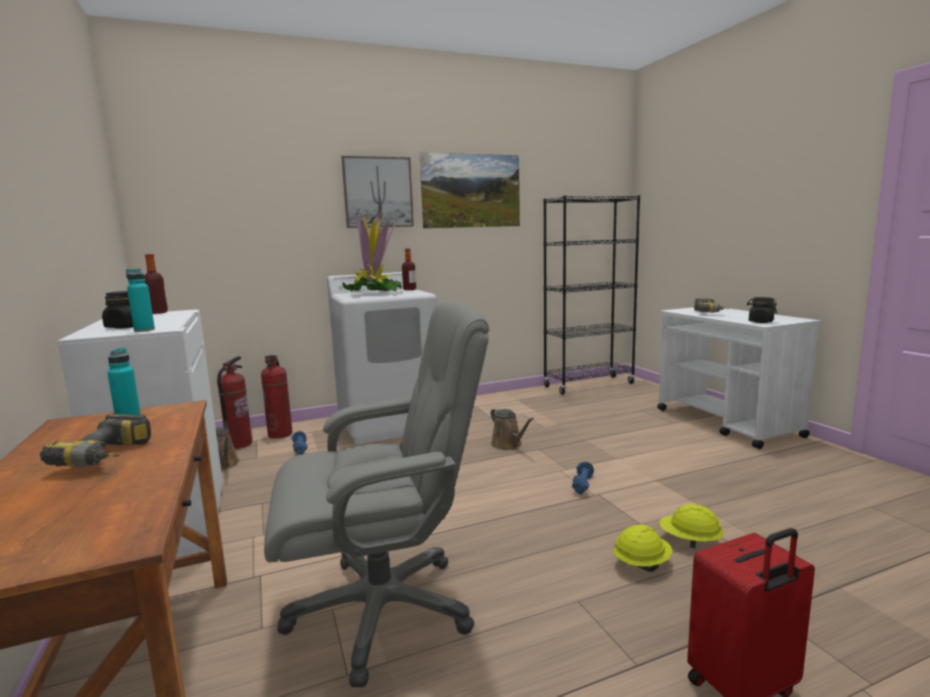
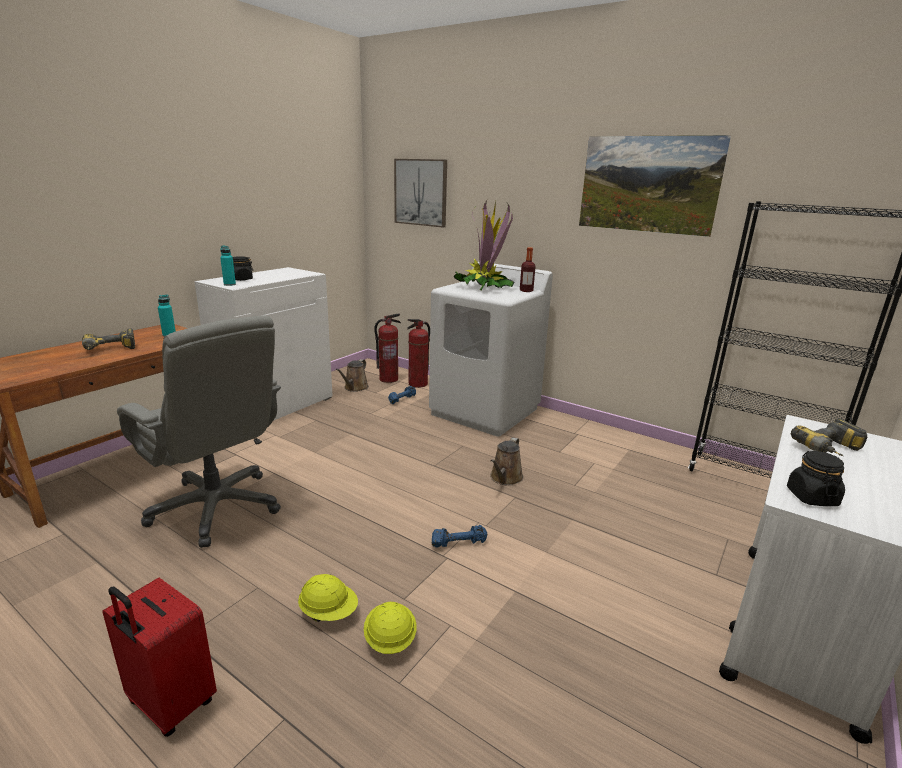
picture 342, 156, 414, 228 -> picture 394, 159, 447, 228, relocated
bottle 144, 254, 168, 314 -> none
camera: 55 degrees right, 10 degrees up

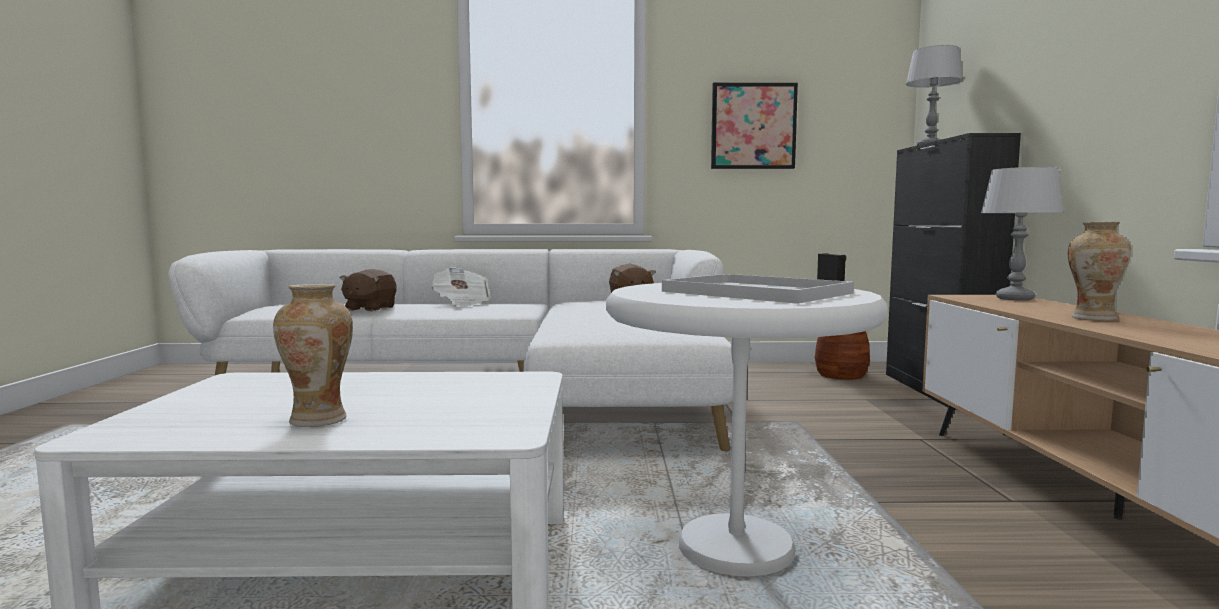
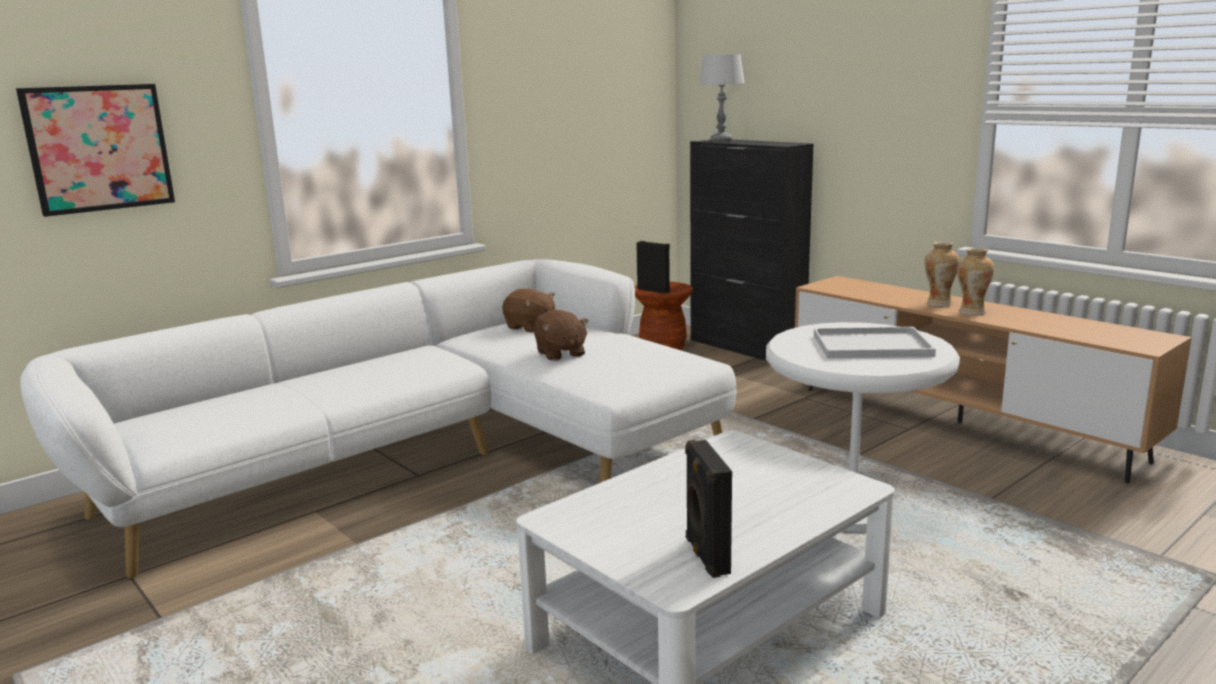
picture 711, 83, 798, 169 -> picture 16, 84, 175, 217, relocated
plush toy (brown) 340, 269, 397, 311 -> plush toy (brown) 534, 310, 589, 361, relocated
none -> speaker (black) 685, 440, 732, 578
vase 273, 284, 353, 427 -> vase 957, 248, 994, 315, relocated
newspaper 432, 267, 490, 307 -> none
table lamp (grey) 981, 167, 1064, 301 -> none
camera: 40 degrees left, 10 degrees up

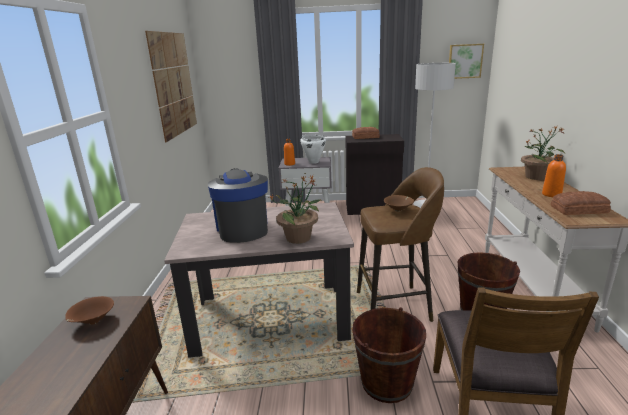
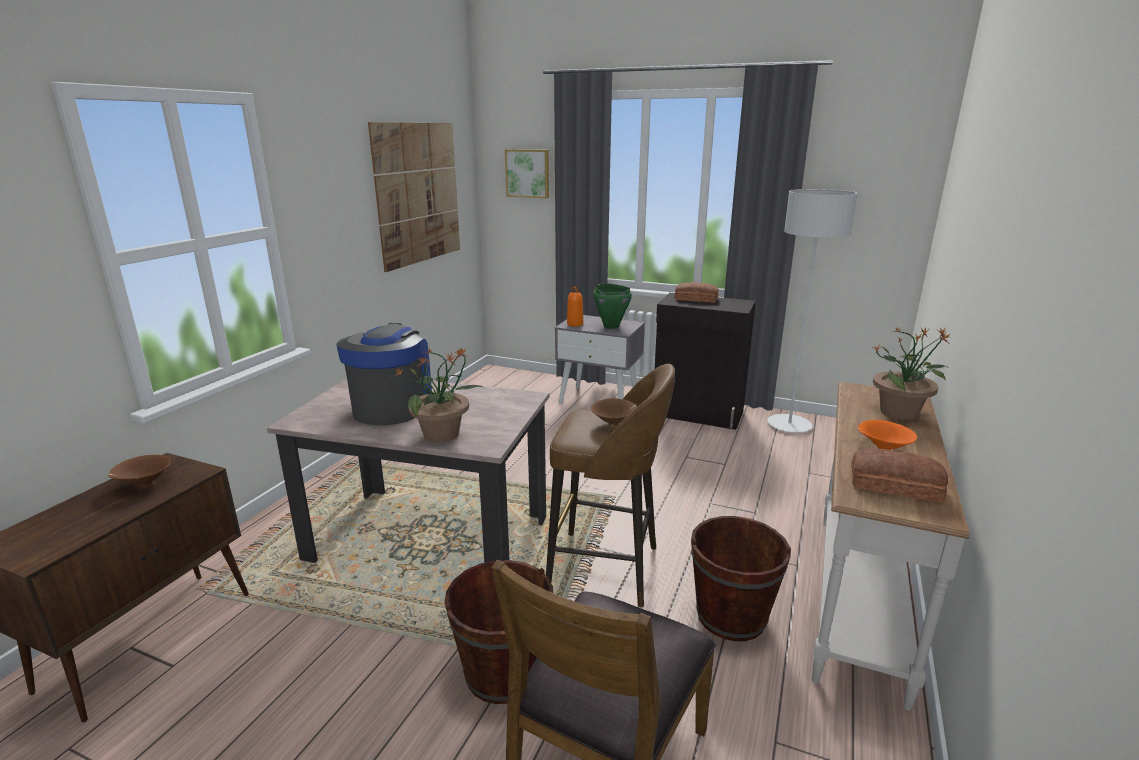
picture 449, 44, 484, 79 -> picture 505, 149, 549, 198, relocated
cooking pot (white) 300, 135, 326, 164 -> cooking pot (green) 593, 283, 632, 329
bottle (orange) 542, 154, 566, 197 -> bowl (orange) 858, 420, 917, 450
camera: 20 degrees right, 0 degrees up

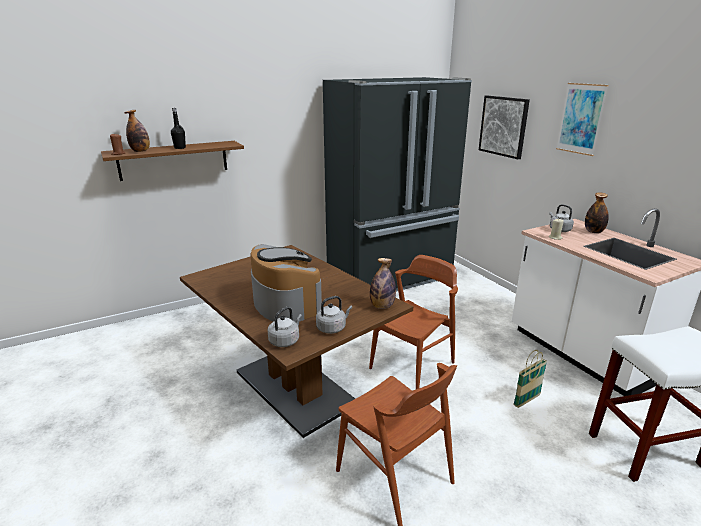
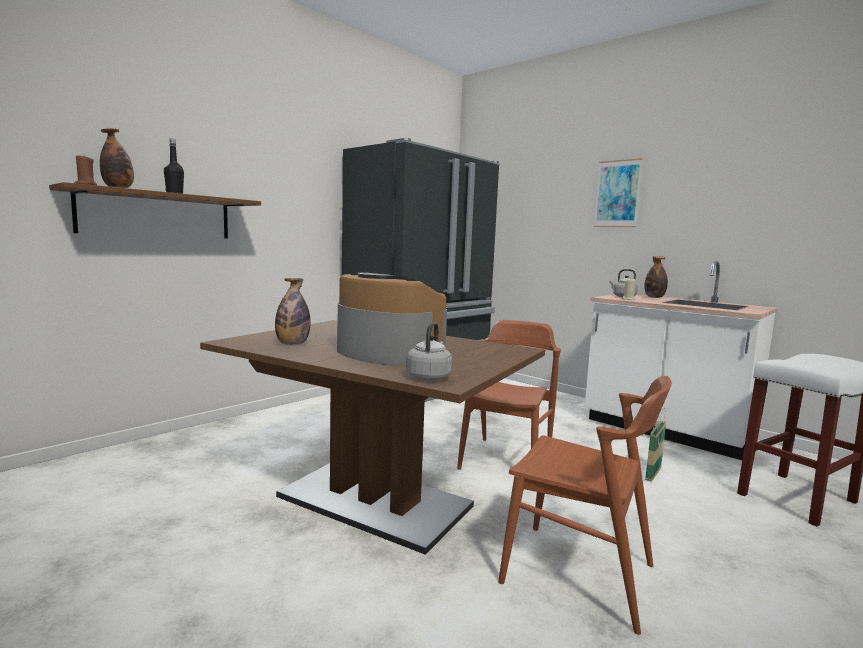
bottle 370, 258, 396, 309 -> bottle 275, 278, 311, 345, relocated
kettle (grey) 316, 296, 352, 334 -> none
picture 479, 95, 530, 159 -> none
camera: 20 degrees left, 15 degrees down

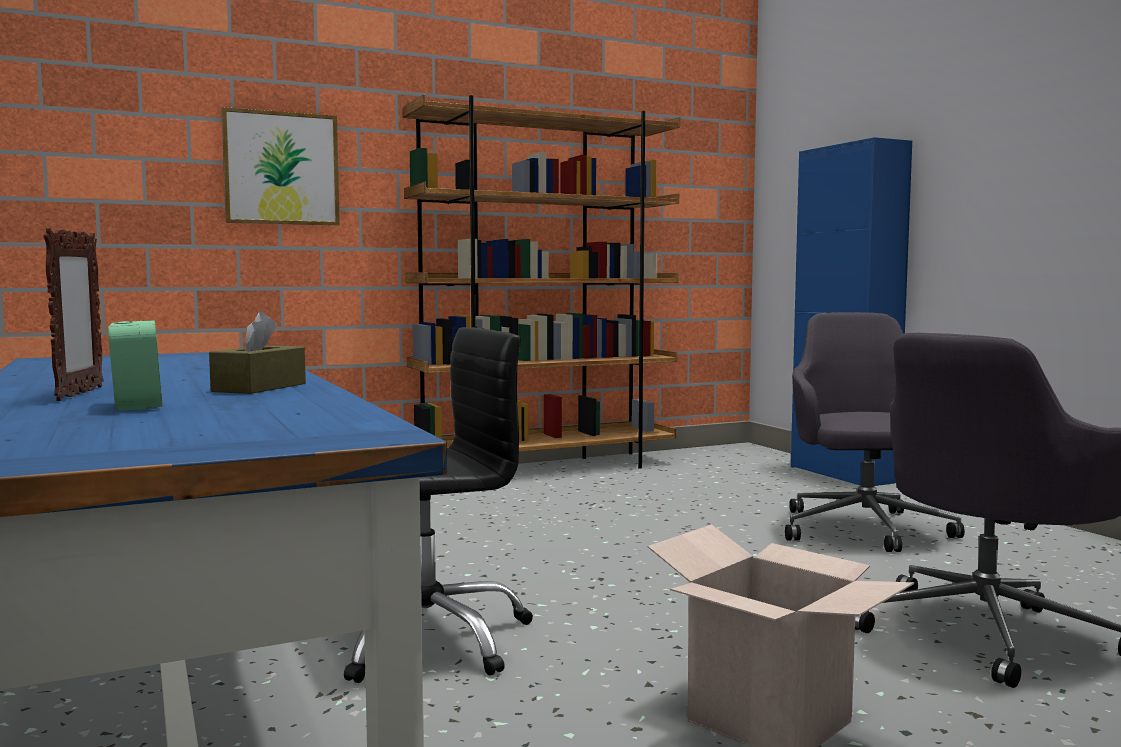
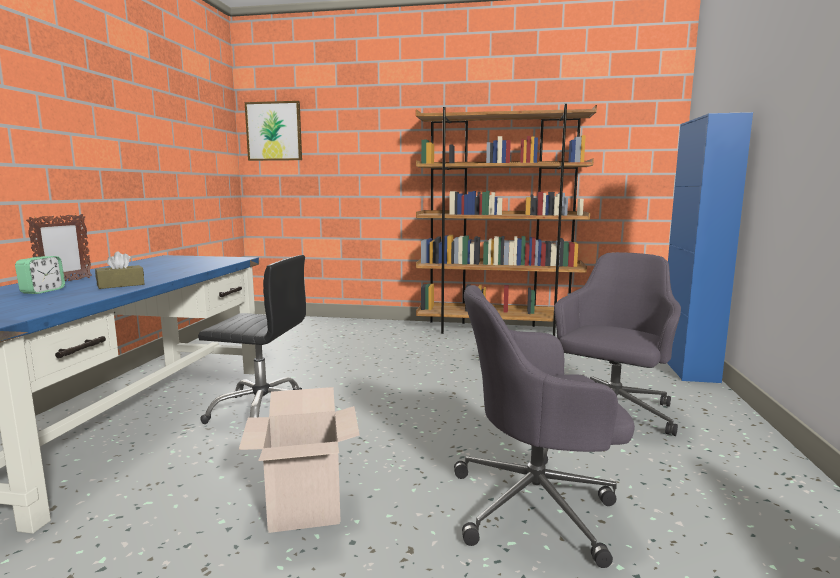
picture 221, 107, 340, 225 -> picture 245, 101, 302, 161, relocated
camera: 35 degrees right, 5 degrees up

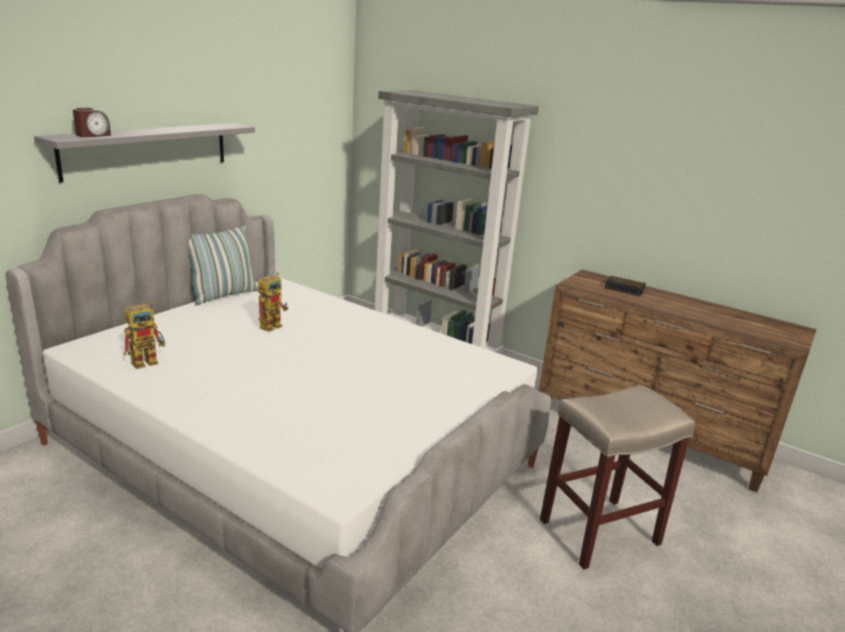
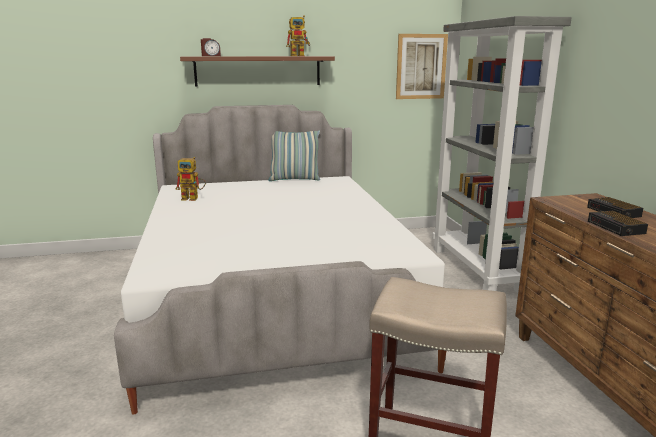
shelf (grey) 34, 123, 255, 183 -> shelf (brown) 180, 56, 335, 87
toy robot 258, 272, 288, 332 -> toy robot 286, 15, 310, 56, relocated
none -> picture 396, 34, 448, 99
none -> alarm clock 588, 211, 648, 236
camera: 45 degrees right, 5 degrees down

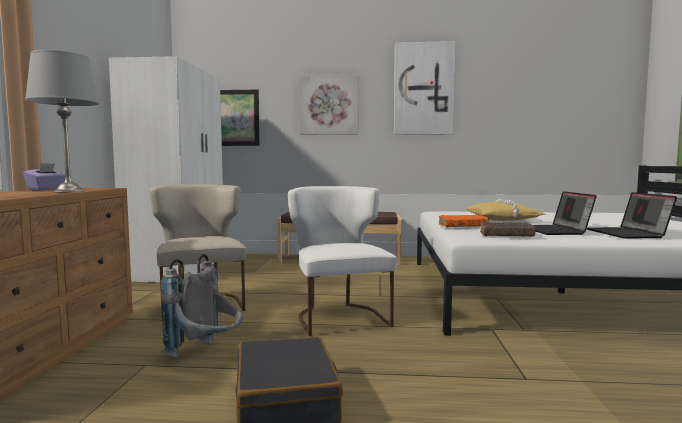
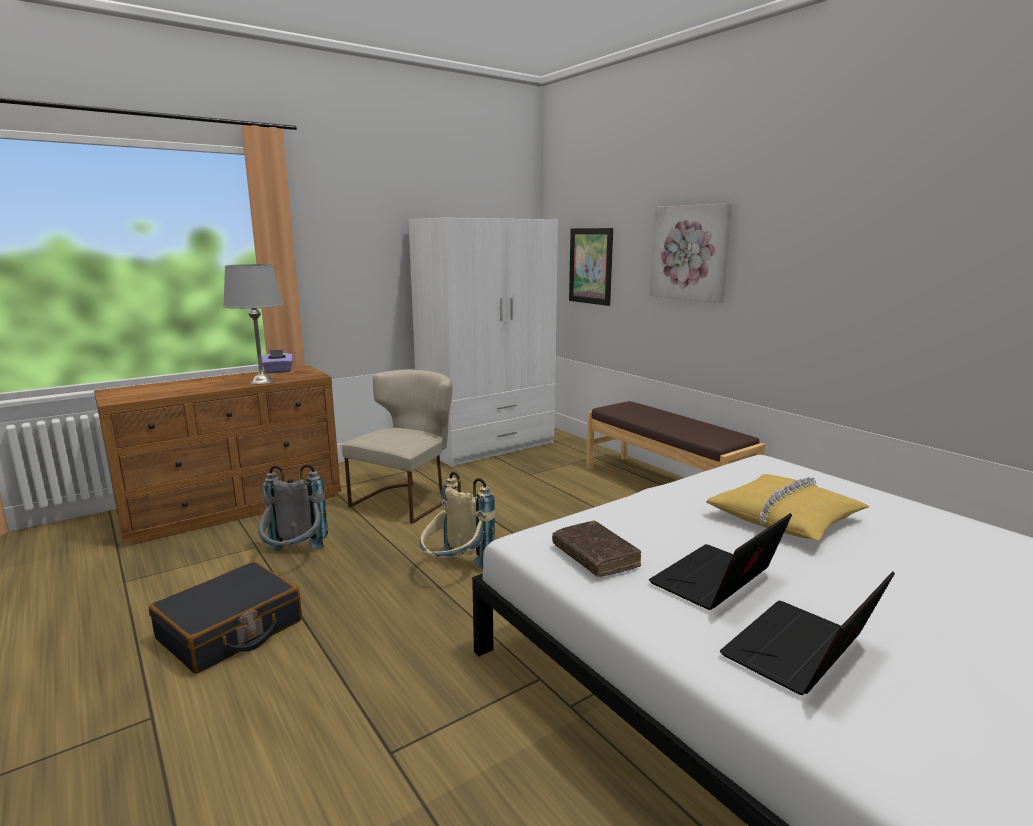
chair (white) 288, 186, 397, 336 -> backpack (beige) 420, 472, 495, 569
picture 394, 41, 456, 135 -> none
book (orange) 439, 215, 489, 227 -> none
camera: 50 degrees right, 10 degrees up

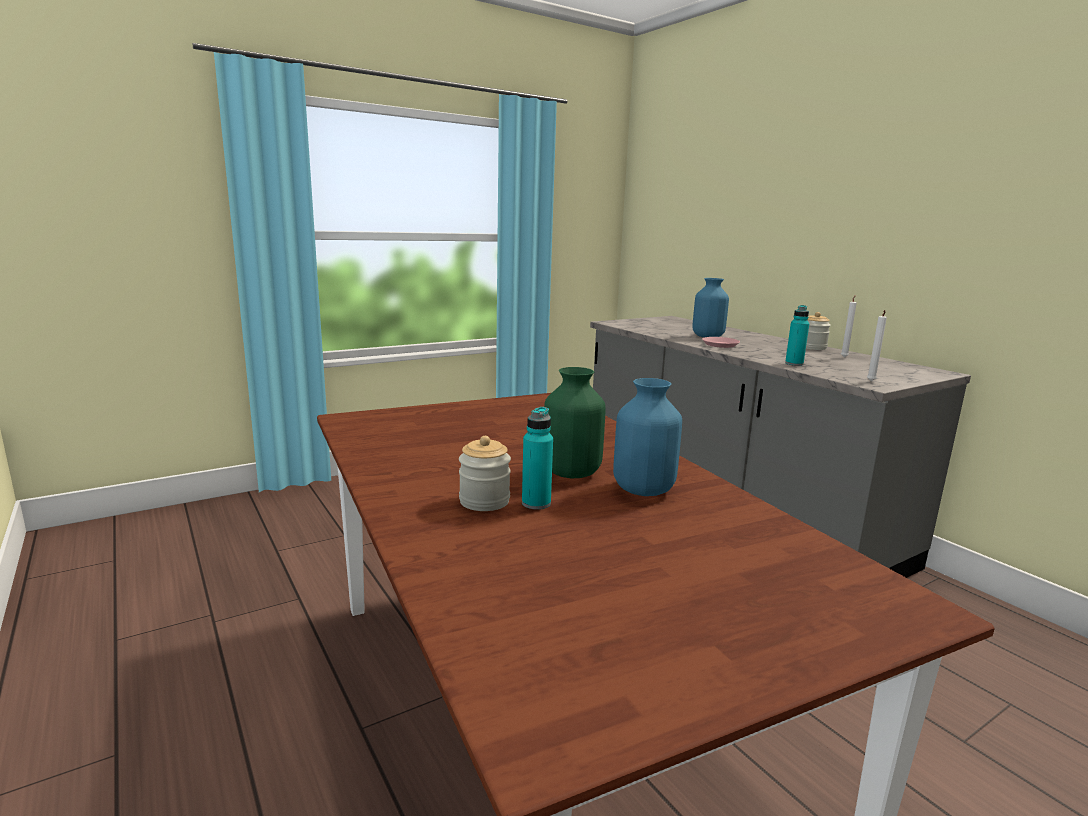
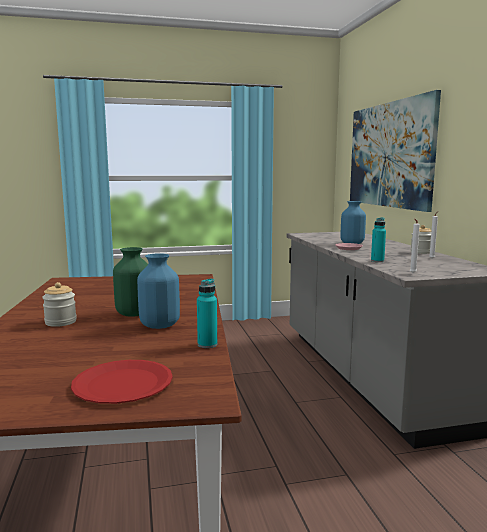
none -> plate (red) 71, 360, 173, 404
bottle (turquoise) 522, 407, 553, 510 -> bottle (turquoise) 197, 279, 217, 348, relocated
none -> picture 350, 90, 441, 212
camera: 20 degrees right, 5 degrees down

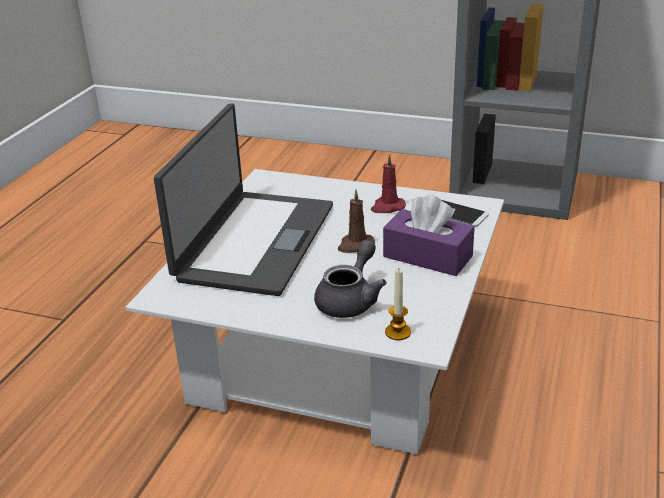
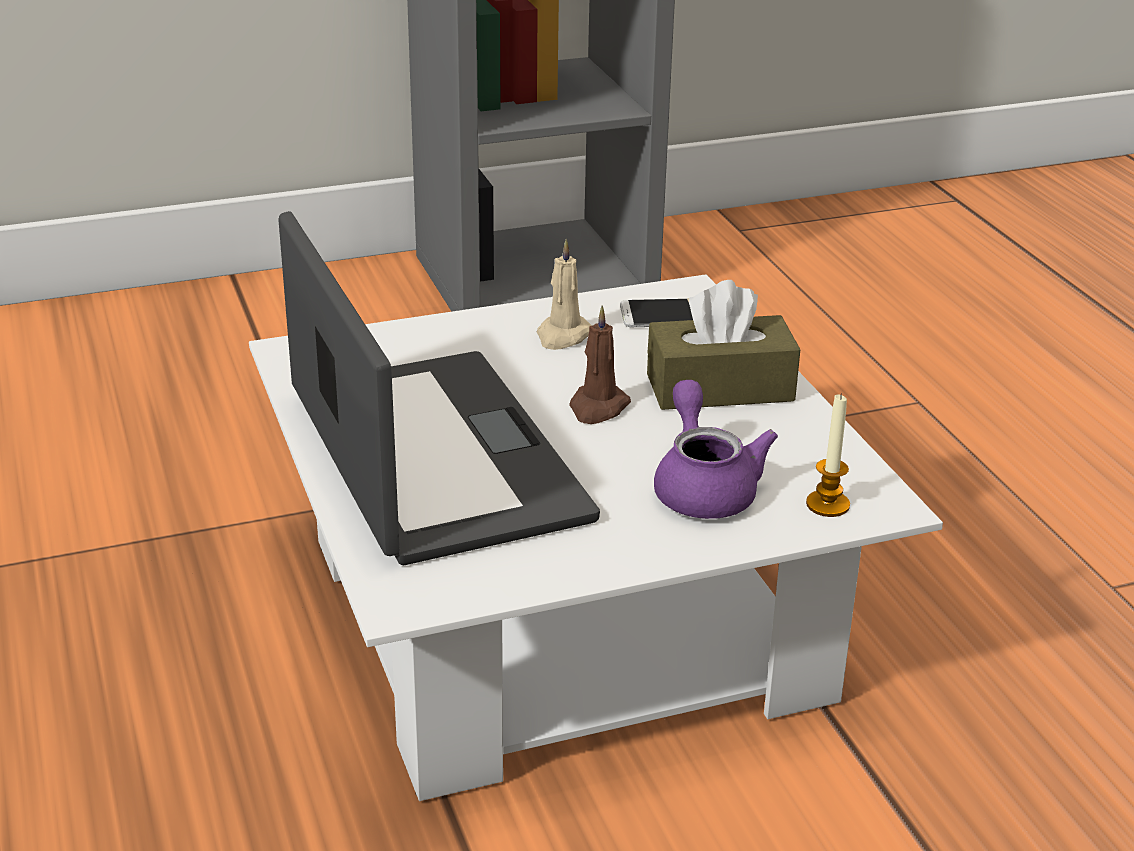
candle (red) 371, 154, 406, 213 -> candle (beige) 537, 239, 592, 350
tissue box (purple) 383, 194, 475, 276 -> tissue box (brown) 647, 280, 800, 410
teapot (grey) 314, 240, 387, 318 -> teapot (purple) 654, 380, 778, 519
camera: 40 degrees left, 0 degrees up

